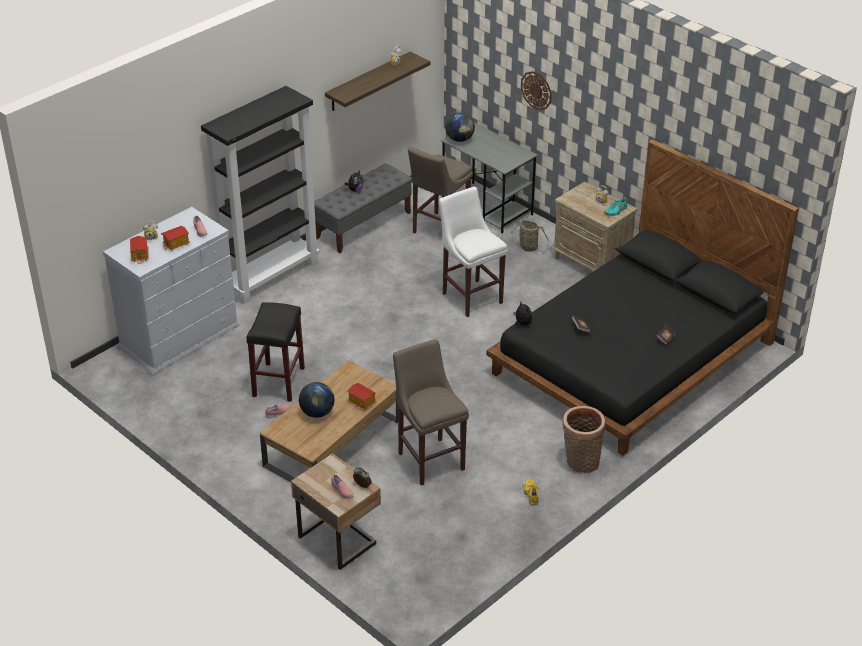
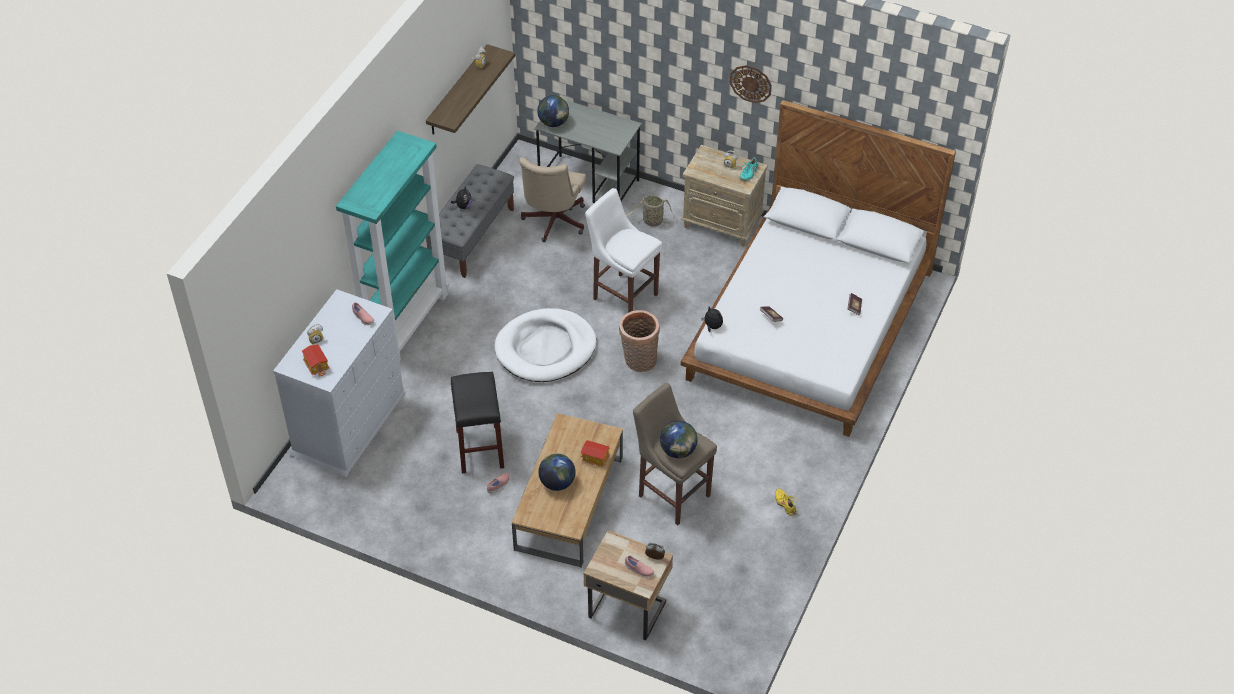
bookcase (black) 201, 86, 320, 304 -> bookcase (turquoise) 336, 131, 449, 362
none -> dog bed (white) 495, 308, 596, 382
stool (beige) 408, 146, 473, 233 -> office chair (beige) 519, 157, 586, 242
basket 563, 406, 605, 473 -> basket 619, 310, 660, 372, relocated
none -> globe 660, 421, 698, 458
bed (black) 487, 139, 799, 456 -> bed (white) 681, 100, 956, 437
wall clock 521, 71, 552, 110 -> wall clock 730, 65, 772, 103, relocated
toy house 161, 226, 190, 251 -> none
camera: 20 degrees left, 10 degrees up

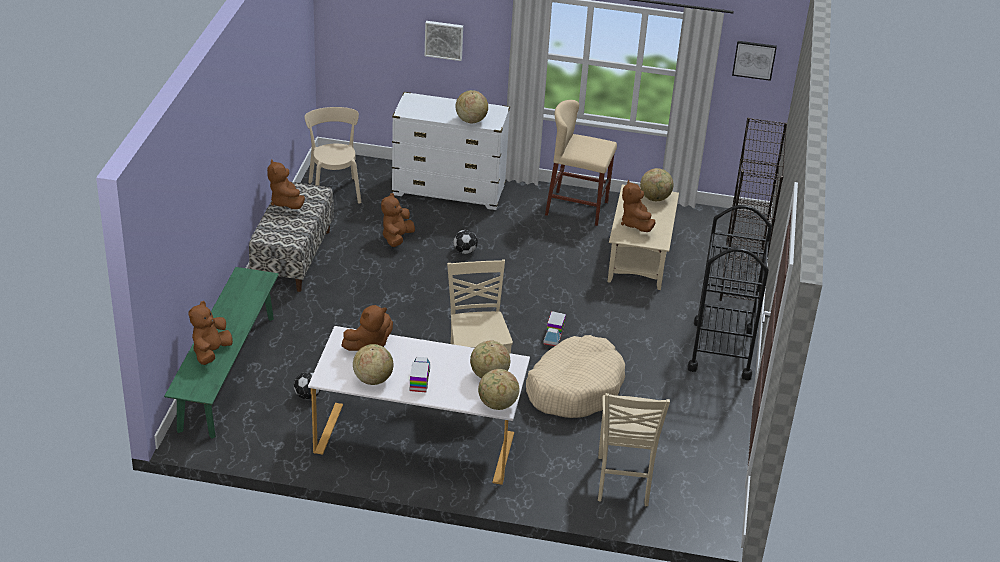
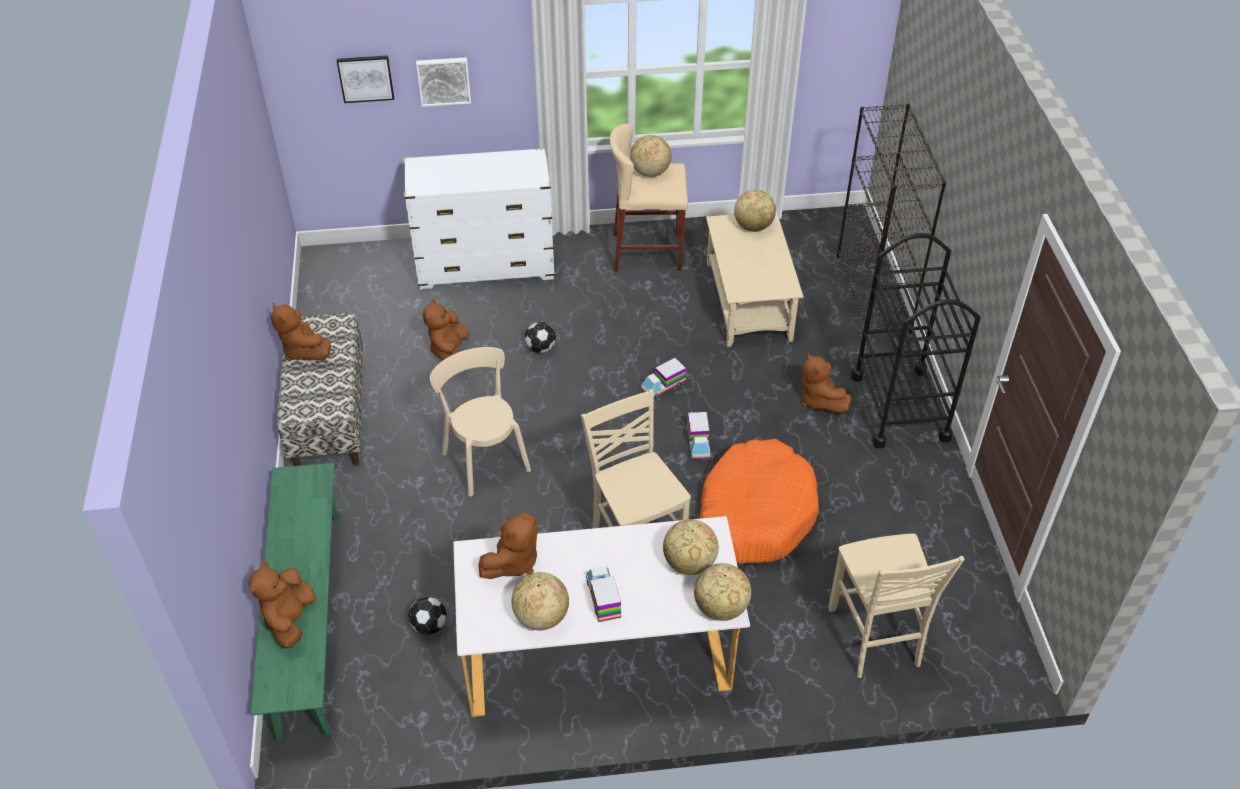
picture 732, 41, 777, 81 -> picture 337, 55, 394, 103, relocated
chair (beige) 305, 107, 362, 203 -> chair (beige) 430, 347, 531, 497, relocated
globe 455, 90, 488, 123 -> globe 630, 135, 672, 177, relocated
none -> toy truck 641, 358, 686, 398
dog bed (beige) 526, 335, 625, 418 -> dog bed (orange) 699, 439, 819, 564
plush toy (brown) 621, 180, 655, 232 -> plush toy (brown) 802, 353, 851, 413, relocated
camera: 15 degrees left, 10 degrees up

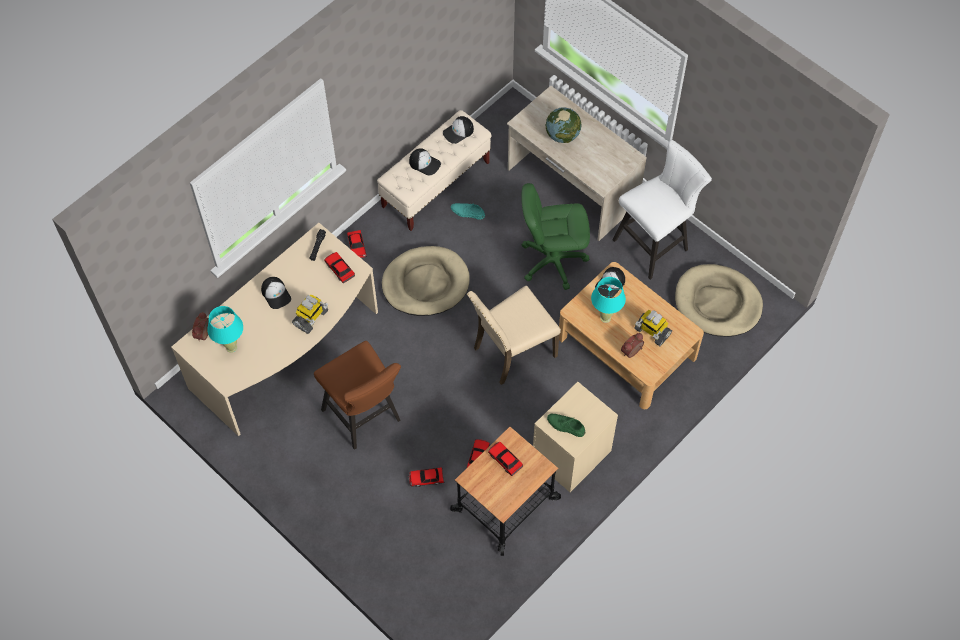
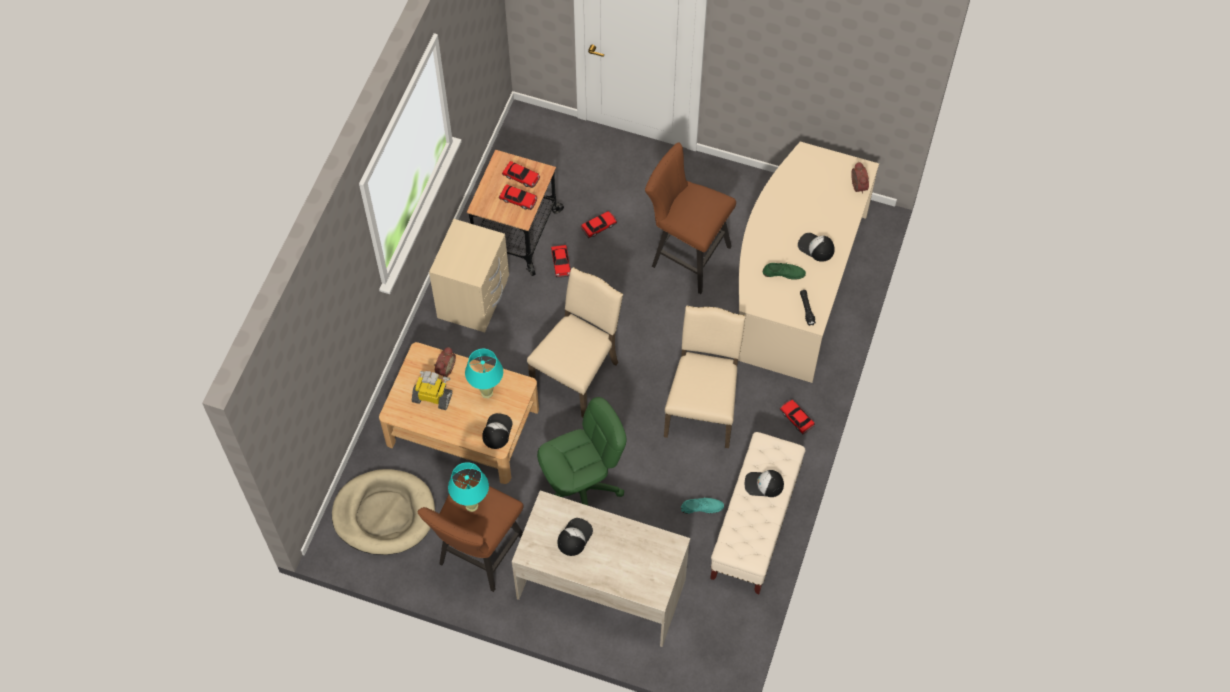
stool (white) 612, 139, 712, 280 -> stool (brown) 418, 473, 524, 592
table lamp (turquoise) 207, 306, 243, 353 -> table lamp (turquoise) 448, 462, 489, 512, relocated
toy car 324, 252, 355, 284 -> toy car 502, 161, 540, 188, relocated
cap 443, 116, 474, 144 -> cap 558, 518, 593, 556, relocated
dog bed (beige) 382, 246, 470, 316 -> chair (beige) 664, 306, 746, 448
shoe (green) 547, 414, 585, 437 -> shoe (green) 763, 262, 806, 280, relocated
toy robot 292, 294, 329, 334 -> none
globe 545, 107, 582, 143 -> none
camera: 155 degrees right, 0 degrees up

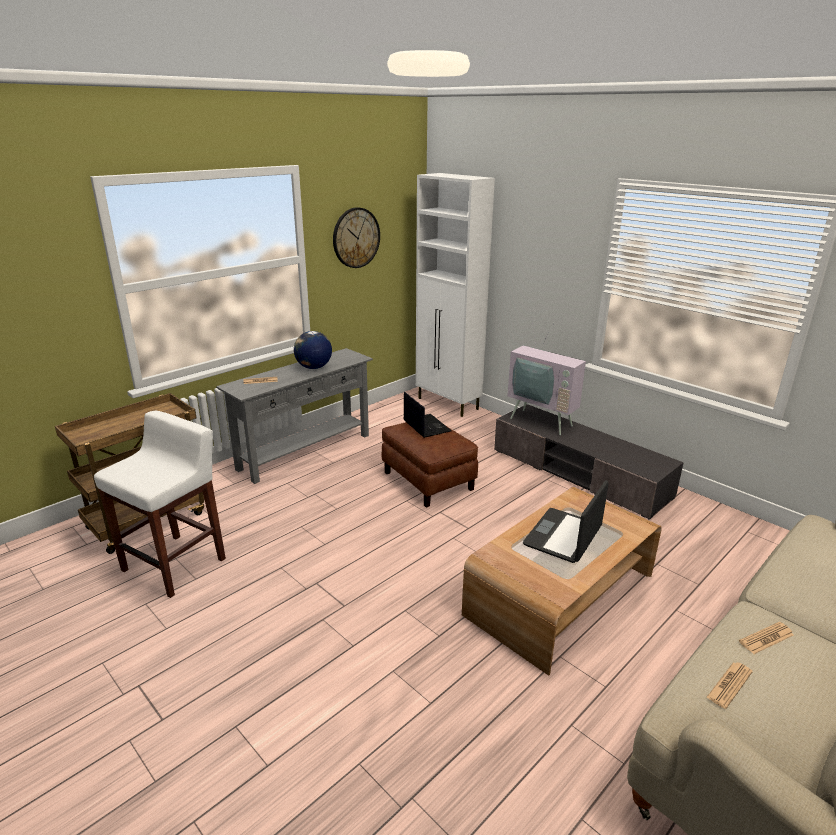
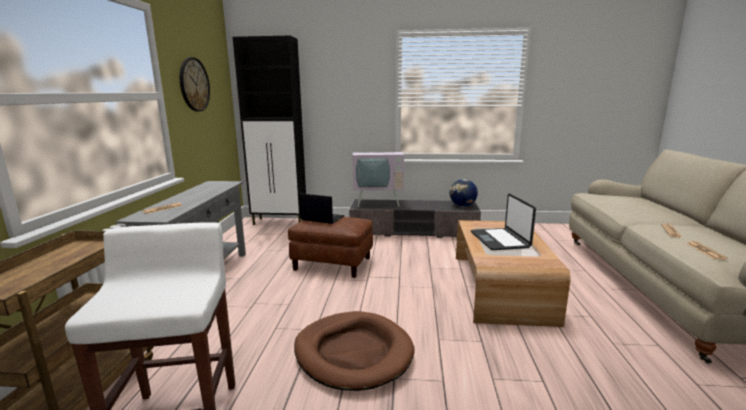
cabinet (white) 416, 173, 495, 417 -> cabinet (black) 233, 36, 306, 225
none -> dog bed (brown) 294, 311, 415, 391
globe 294, 331, 332, 369 -> globe 450, 179, 478, 207, relocated
camera: 40 degrees left, 10 degrees down

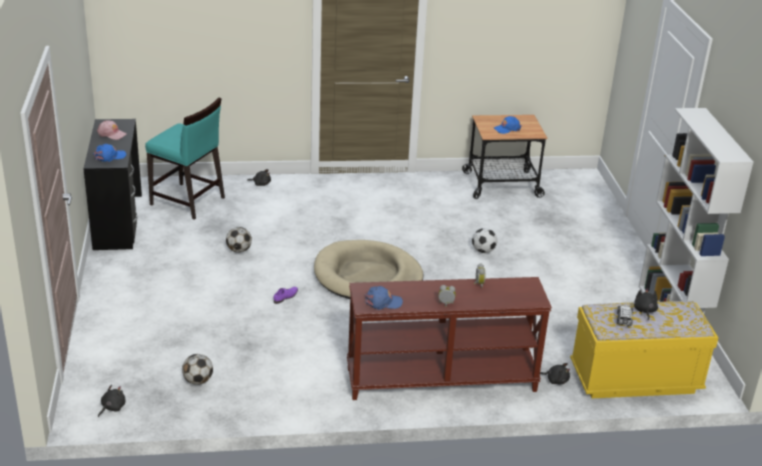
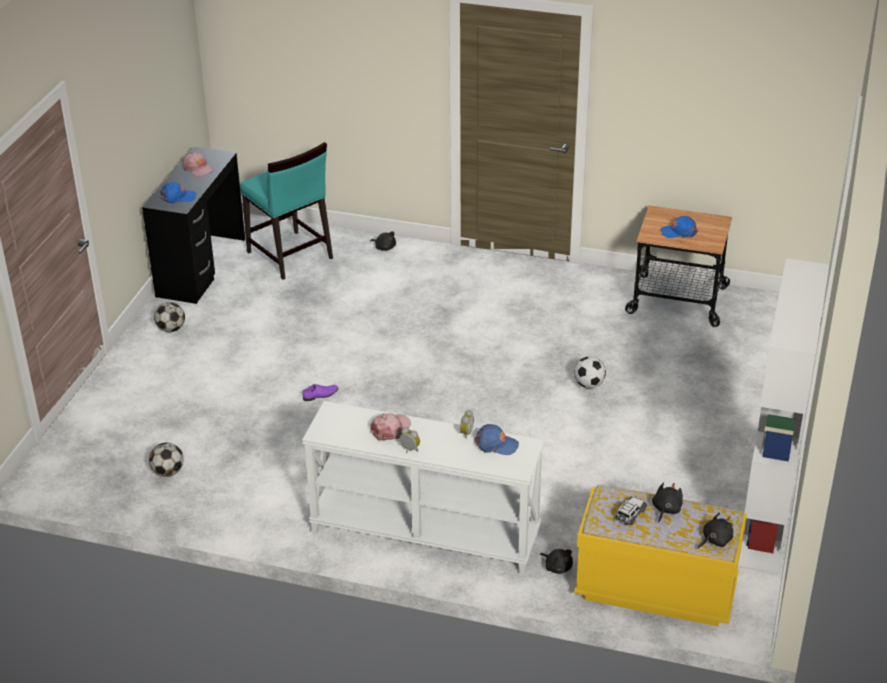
football 226, 227, 252, 253 -> football 154, 302, 185, 332, relocated
console table (brown) 347, 277, 552, 400 -> console table (white) 302, 401, 544, 575
none -> cap (pink) 370, 413, 411, 440
cap (blue) 364, 286, 403, 310 -> cap (blue) 474, 424, 519, 455, relocated
plush toy (black) 98, 385, 125, 417 -> plush toy (black) 697, 513, 733, 549, relocated
dog bed (beige) 314, 240, 423, 299 -> none
camera: 25 degrees right, 5 degrees up

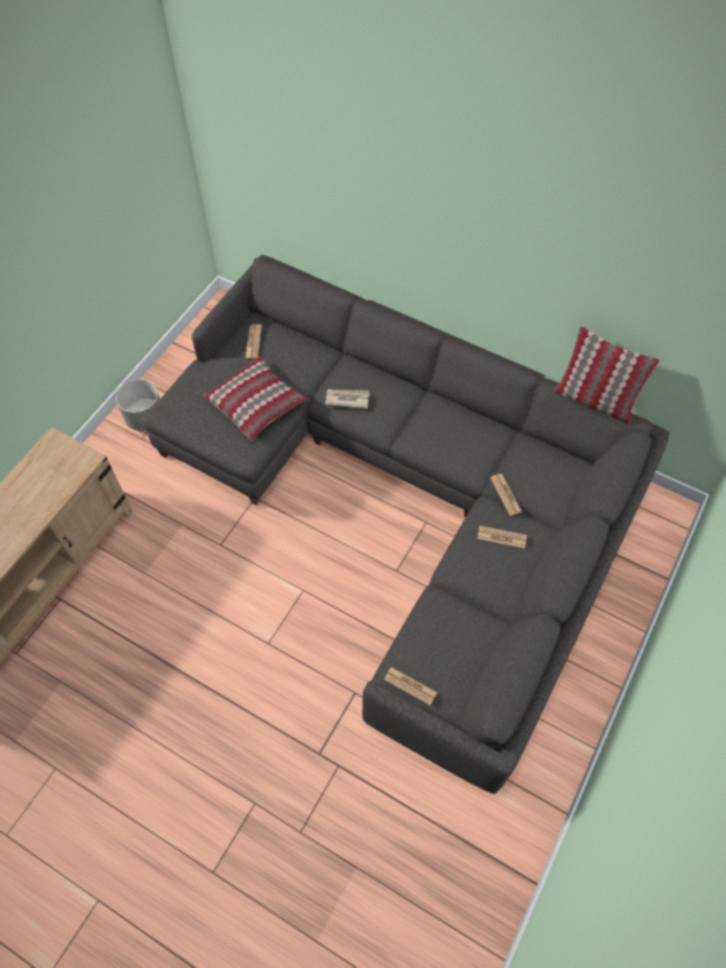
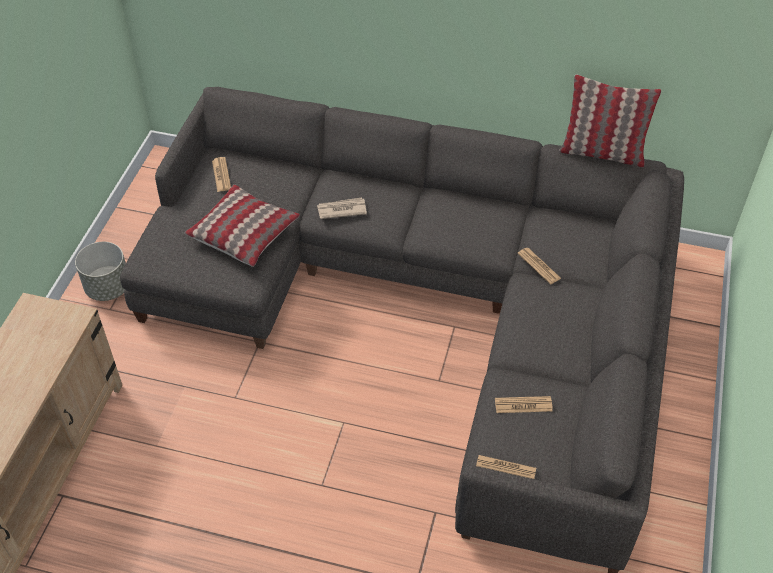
newspaper 477, 526, 527, 548 -> newspaper 495, 396, 553, 413, relocated
camera: 15 degrees left, 10 degrees down

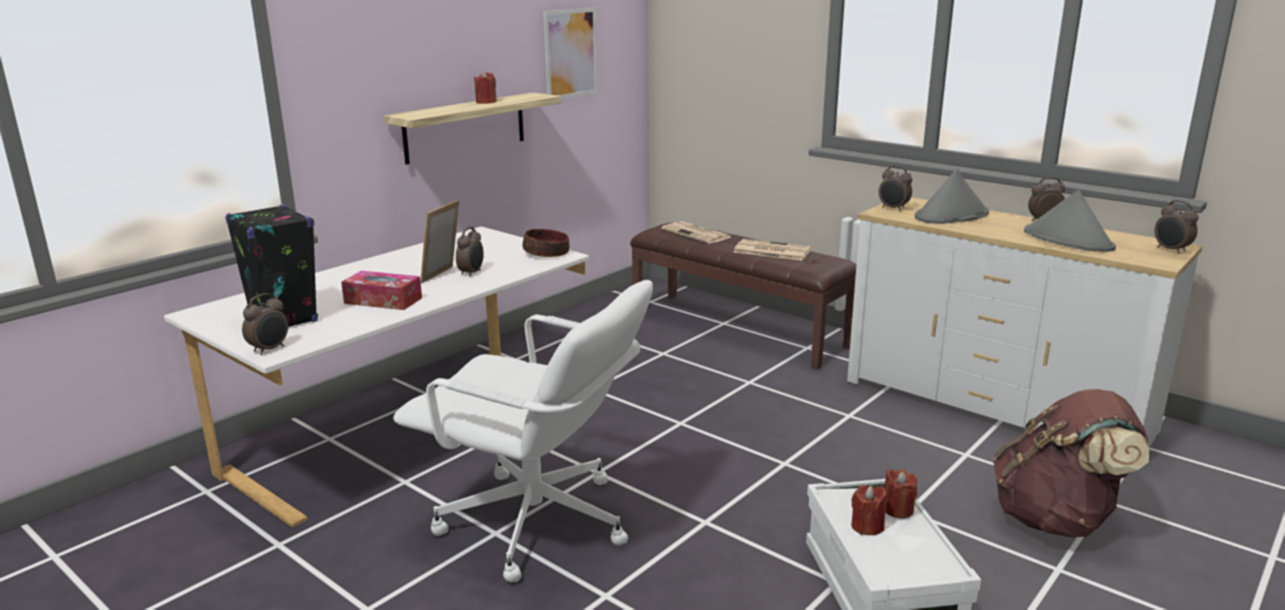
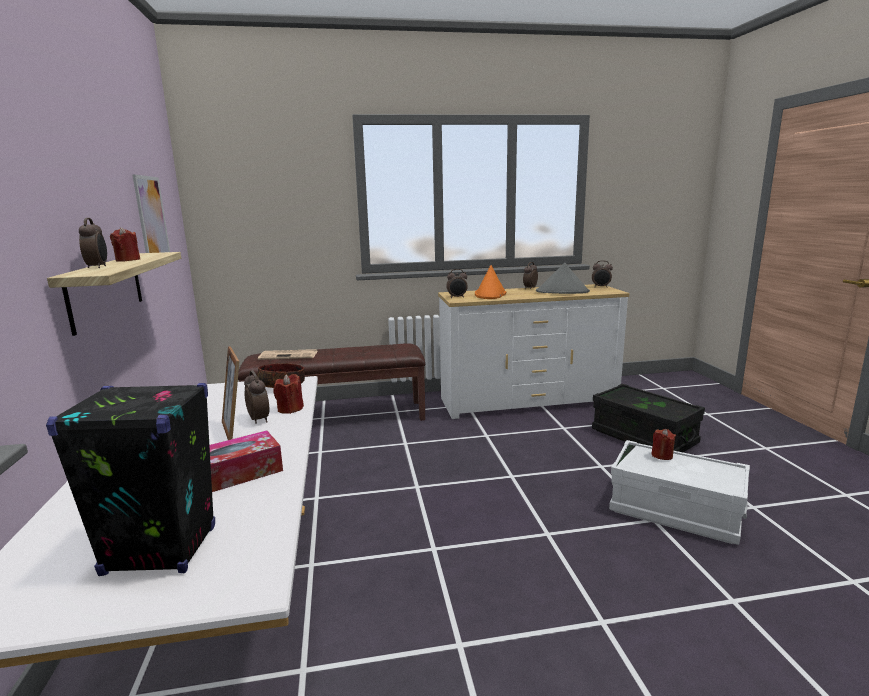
alarm clock 242, 293, 288, 355 -> alarm clock 79, 218, 107, 268, relocated
candle (red) 851, 485, 886, 535 -> candle (red) 273, 374, 304, 414, relocated
hat (grey) 915, 169, 989, 224 -> hat (orange) 475, 265, 506, 299
backpack (brown) 993, 389, 1149, 537 -> storage box (black) 592, 384, 705, 452
office chair (white) 393, 280, 653, 582 -> none
newspaper 734, 239, 812, 260 -> none
camera: 50 degrees left, 5 degrees down

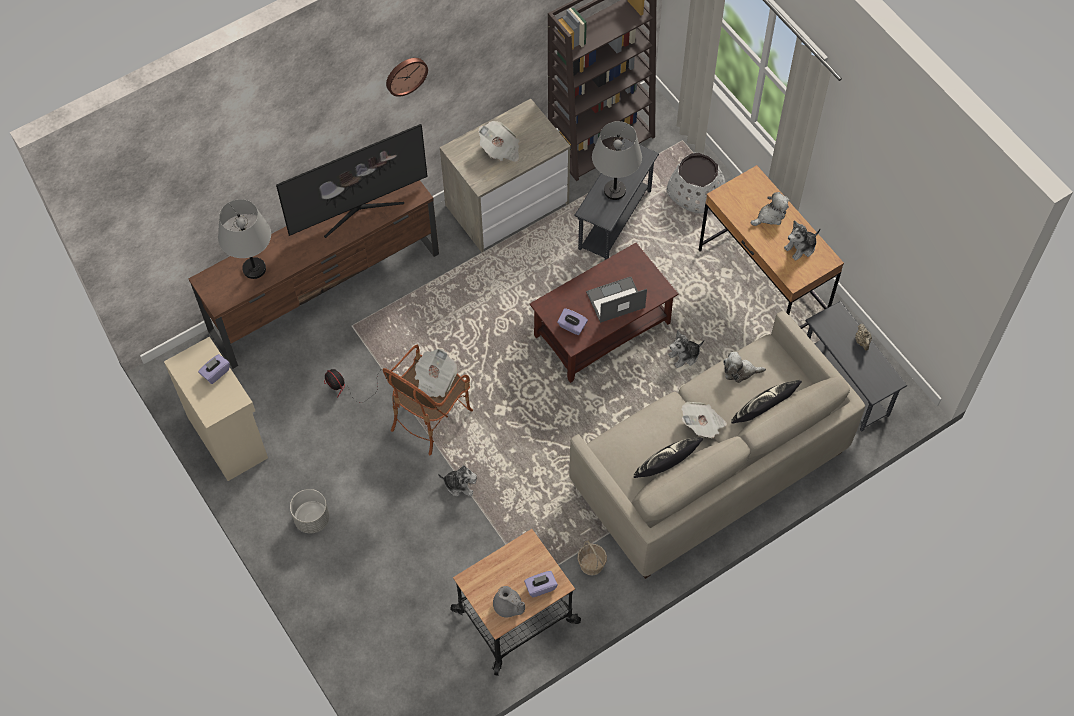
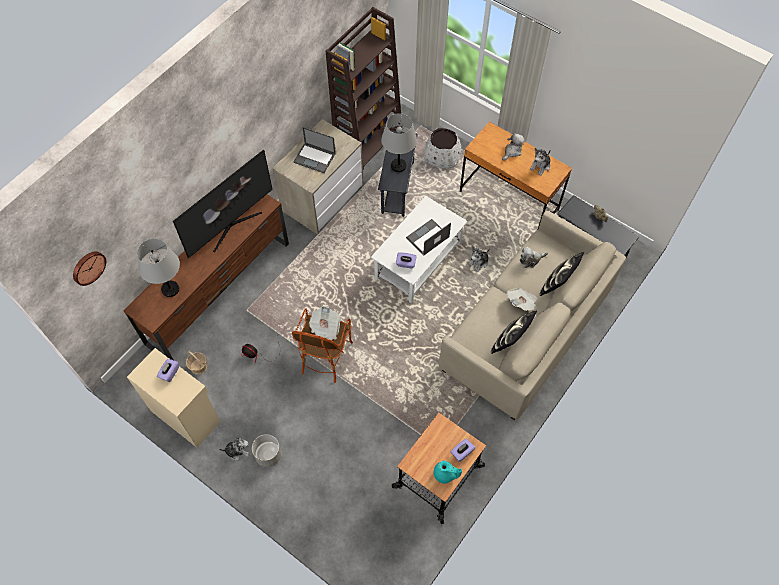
wall clock 386, 58, 428, 97 -> wall clock 73, 251, 106, 286, relocated
basket 577, 540, 607, 575 -> basket 186, 351, 207, 375, relocated
plush toy 438, 465, 477, 497 -> plush toy 219, 438, 249, 460, relocated
newspaper 478, 121, 520, 162 -> laptop 293, 127, 335, 173
coffee table (brown) 530, 243, 679, 383 -> coffee table (white) 371, 196, 467, 303
teapot (grey) 493, 586, 525, 618 -> teapot (turquoise) 434, 461, 462, 484
camera: 20 degrees left, 0 degrees up

